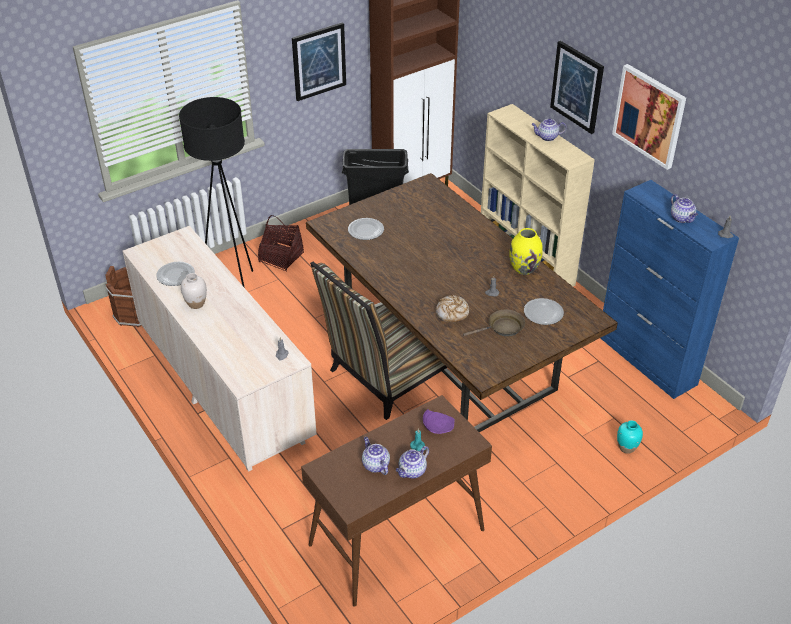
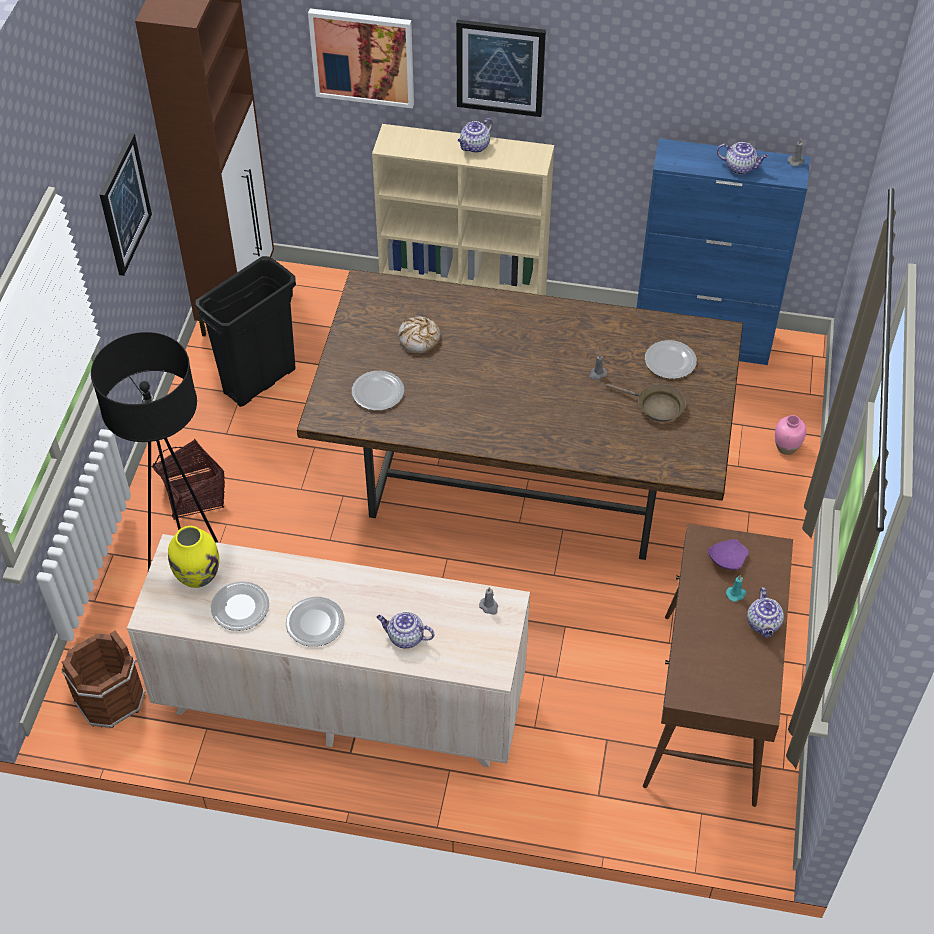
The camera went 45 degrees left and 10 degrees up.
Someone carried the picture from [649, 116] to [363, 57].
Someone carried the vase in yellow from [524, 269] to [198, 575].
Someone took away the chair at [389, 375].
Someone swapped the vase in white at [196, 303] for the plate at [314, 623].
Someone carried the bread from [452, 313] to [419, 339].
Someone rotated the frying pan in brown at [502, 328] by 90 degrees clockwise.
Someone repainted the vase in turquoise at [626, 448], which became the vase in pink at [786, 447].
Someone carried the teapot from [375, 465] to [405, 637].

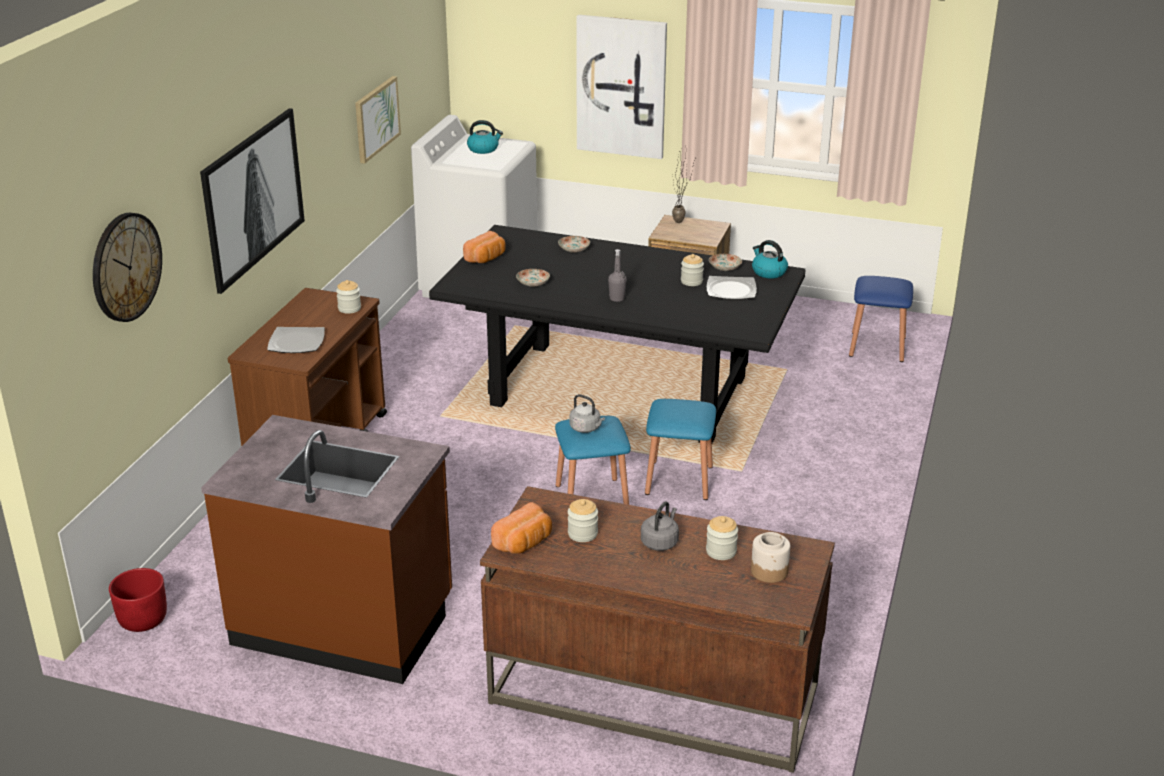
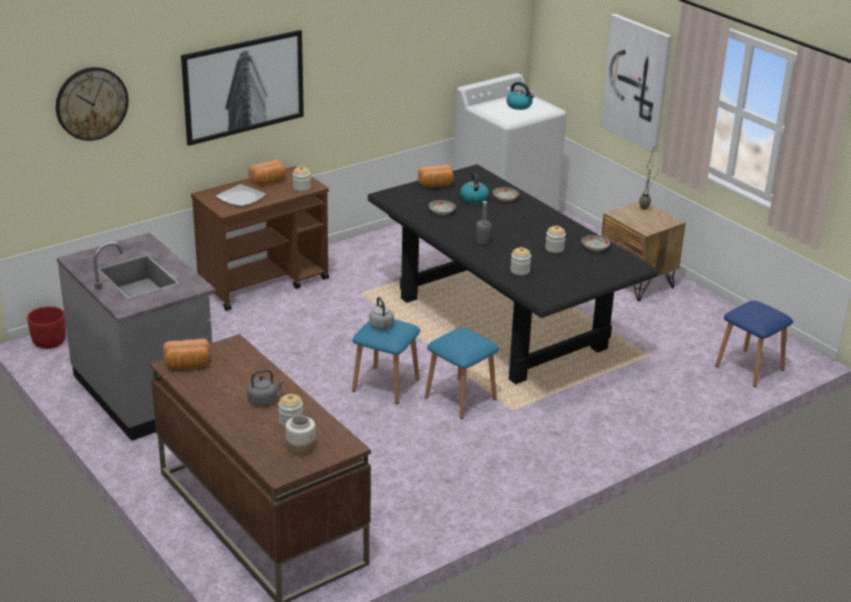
The camera went 35 degrees right and 0 degrees up.
Someone took away the picture at [376, 118].
Someone carried the kettle from [768, 272] to [473, 198].
Someone took away the plate at [731, 290].
Someone repainted the counter in brown at [344, 622], which became the counter in grey at [146, 392].
Someone carried the jar from [582, 534] to [520, 271].
Someone put down the bread at [268, 181].

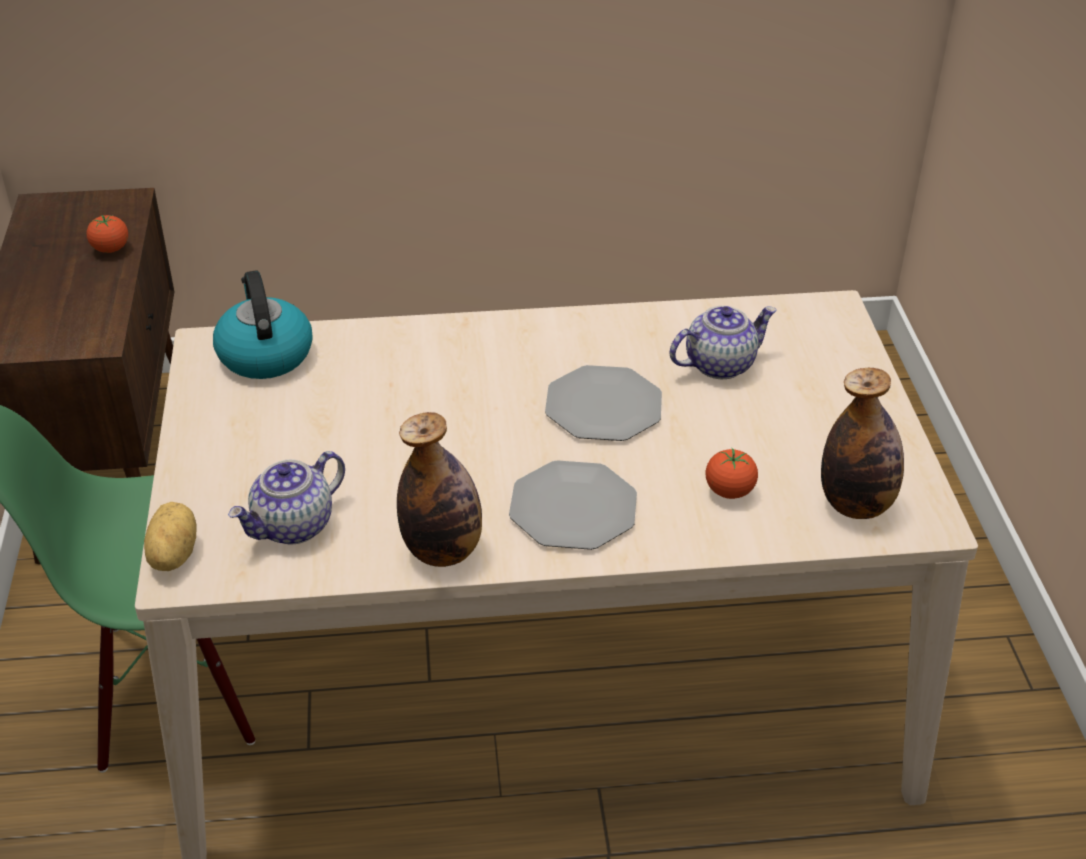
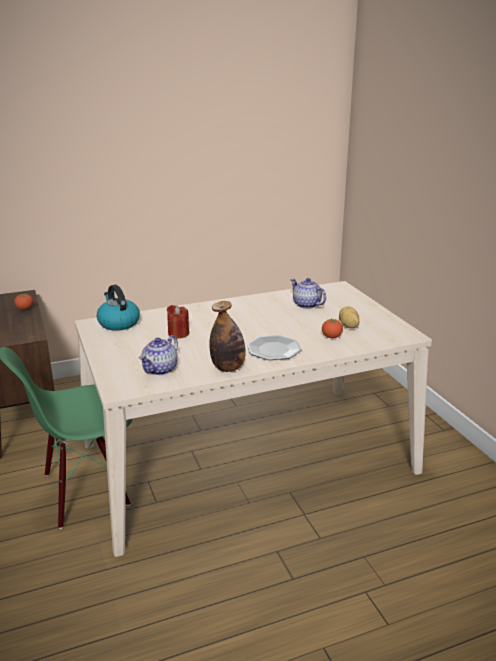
The camera went 15 degrees left and 15 degrees down.
Someone rotated the teapot at [720, 364] by 90 degrees counterclockwise.
Someone took away the plate at [603, 406].
Someone took away the bottle at [856, 505].
Someone carried the potato from [171, 555] to [348, 326].
Someone put down the candle in red at [178, 334].

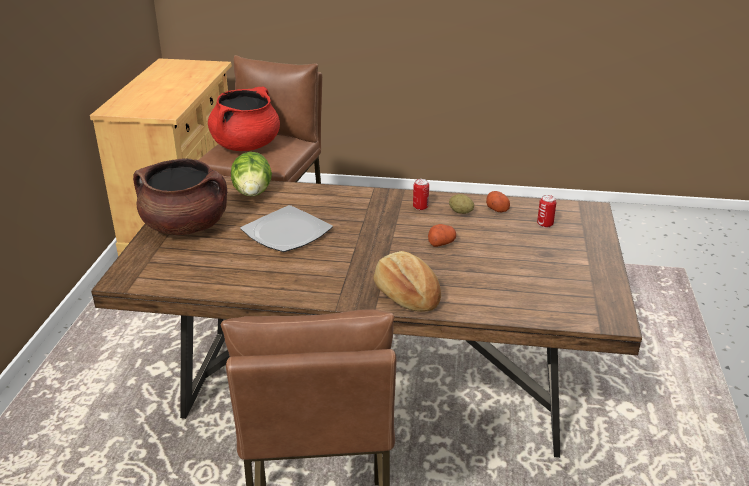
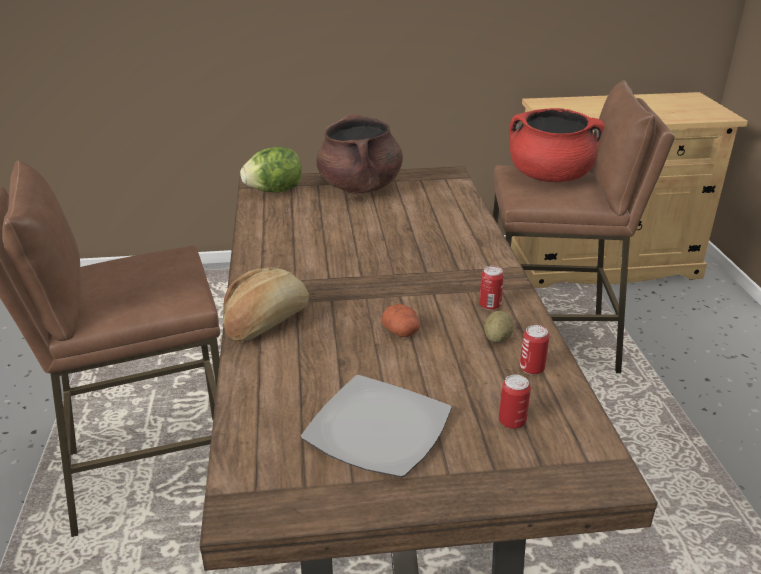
The camera went 75 degrees right and 0 degrees up.
Someone carried the lettuce from [253, 193] to [274, 191].
Someone swapped the potato at [496, 208] for the can at [532, 368].
Someone carried the plate from [286, 232] to [377, 428].

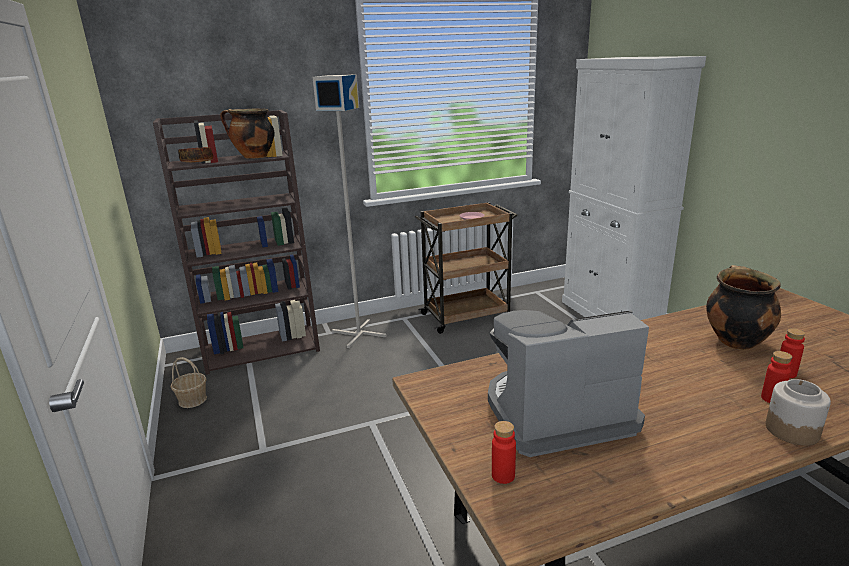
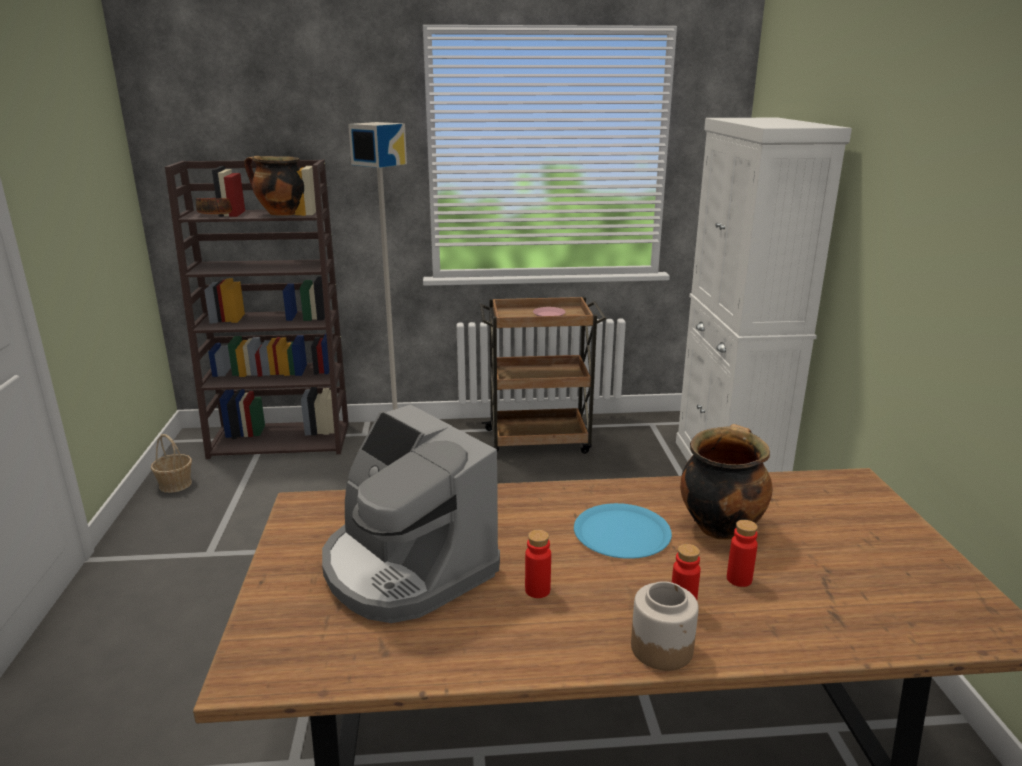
The camera went 15 degrees right and 0 degrees up.
Someone rotated the coffee machine at [555, 414] by 135 degrees counterclockwise.
Someone carried the bottle in red from [503, 475] to [537, 590].
Someone put down the plate in blue at [622, 533].

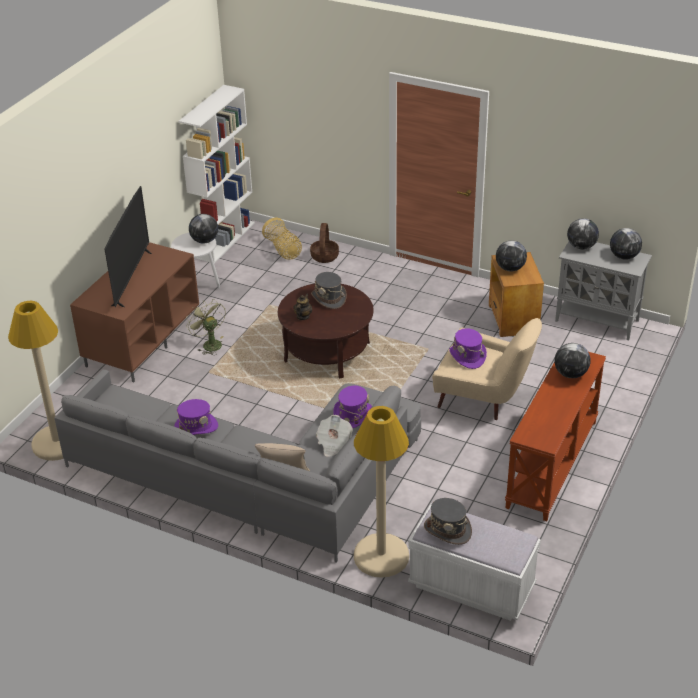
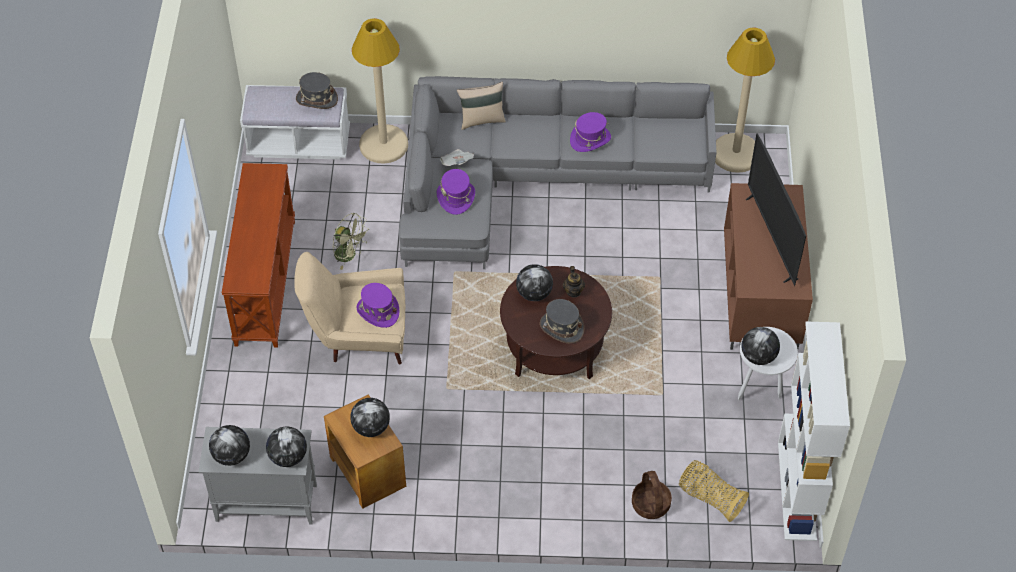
The camera went 155 degrees right and 15 degrees up.
Someone carried the fan in green from [209, 344] to [349, 255].
Someone carried the globe from [570, 374] to [534, 293].

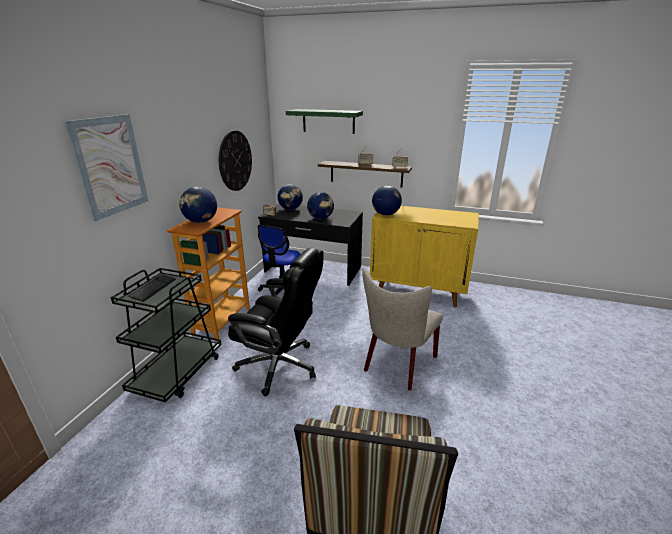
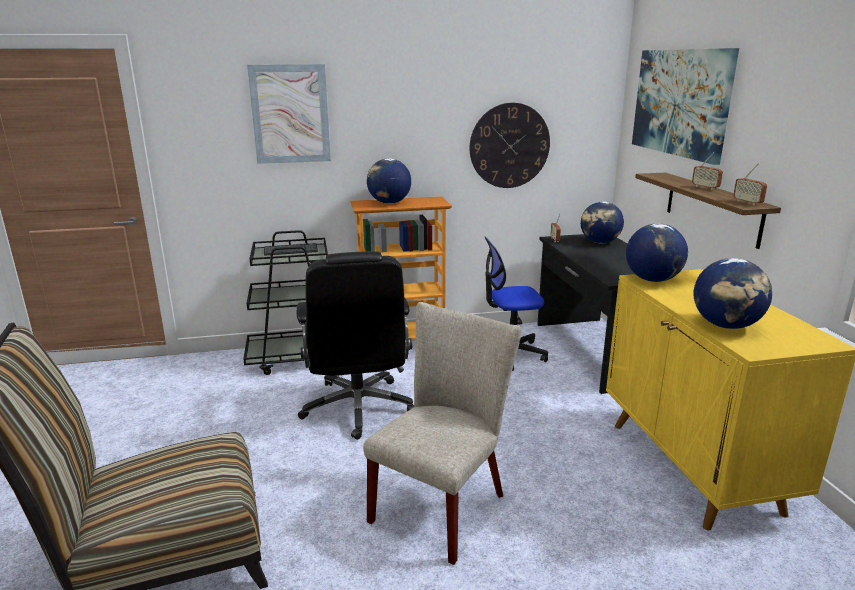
The camera went 60 degrees right and 5 degrees down.
Someone swapped the shelf in green at [328, 121] for the picture at [680, 102].
Someone carried the globe from [321, 218] to [726, 325].
Someone rotated the chair in beige at [397, 365] by 120 degrees clockwise.

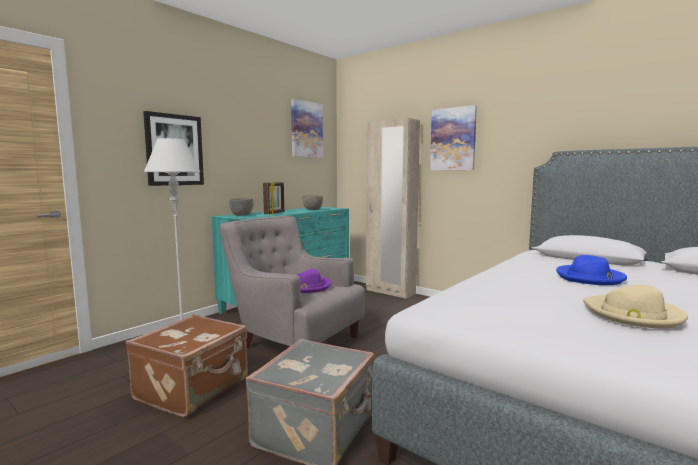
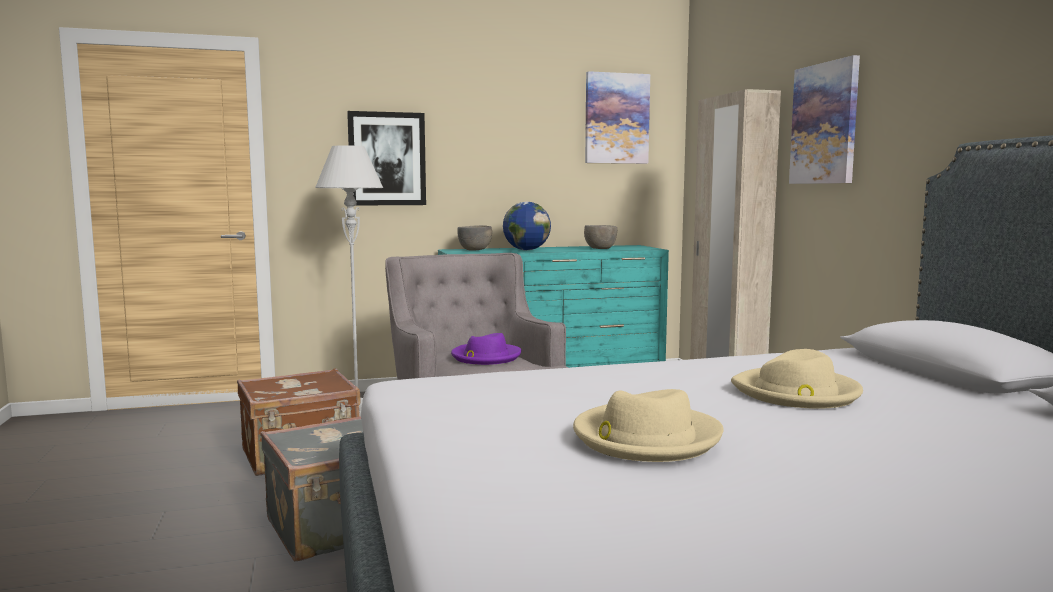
The camera went 35 degrees right and 0 degrees up.
Someone swapped the picture frame at [275, 213] for the globe at [526, 250].
Someone repainted the hat in blue at [590, 278], which became the hat in beige at [797, 393].

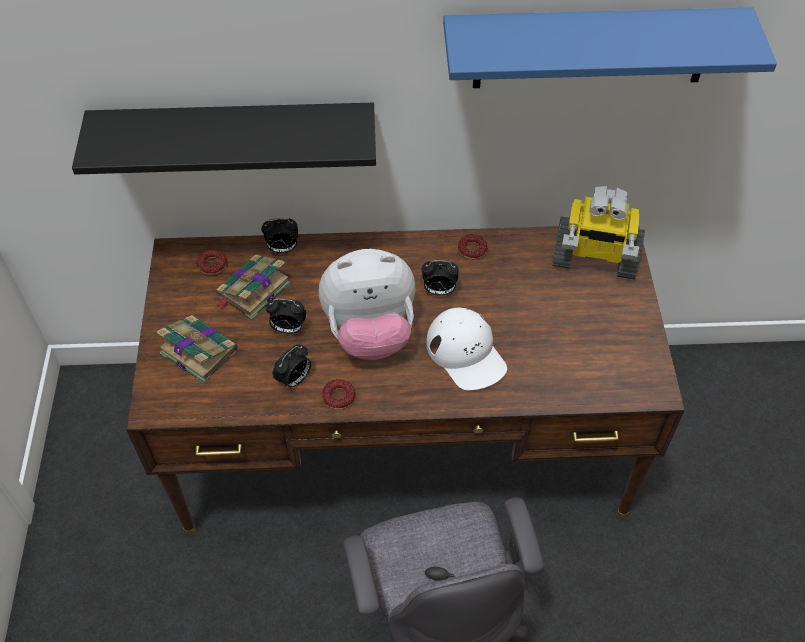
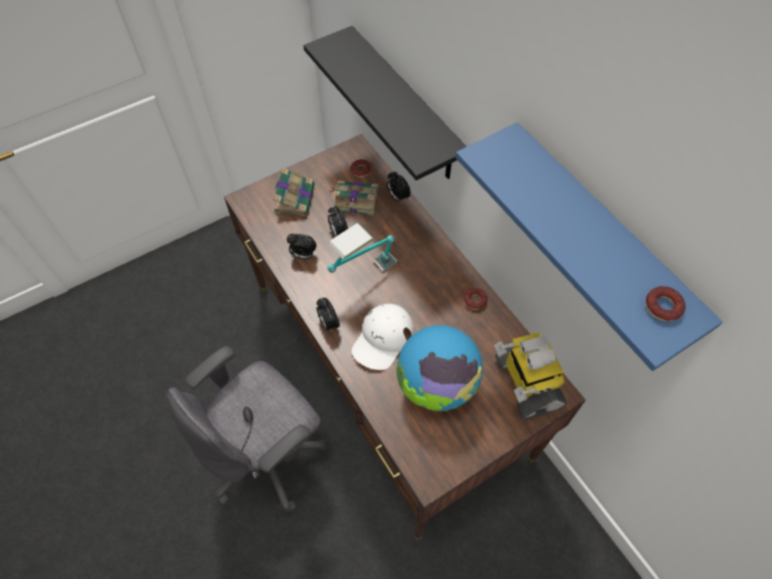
The camera went 60 degrees right and 5 degrees up.
Someone swapped the plush toy at [370, 333] for the table lamp at [364, 276].
Someone carried the alarm clock from [439, 291] to [328, 323].
Someone carried the donut from [339, 397] to [663, 306].
Someone put down the globe at [436, 385].

